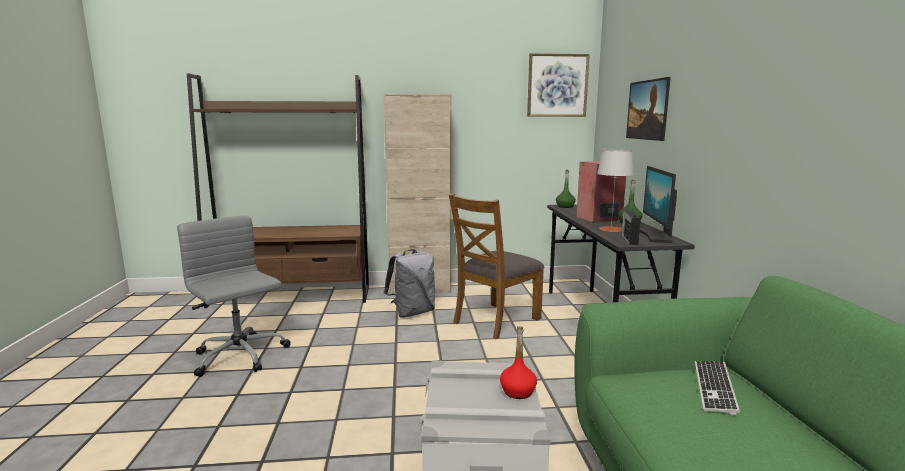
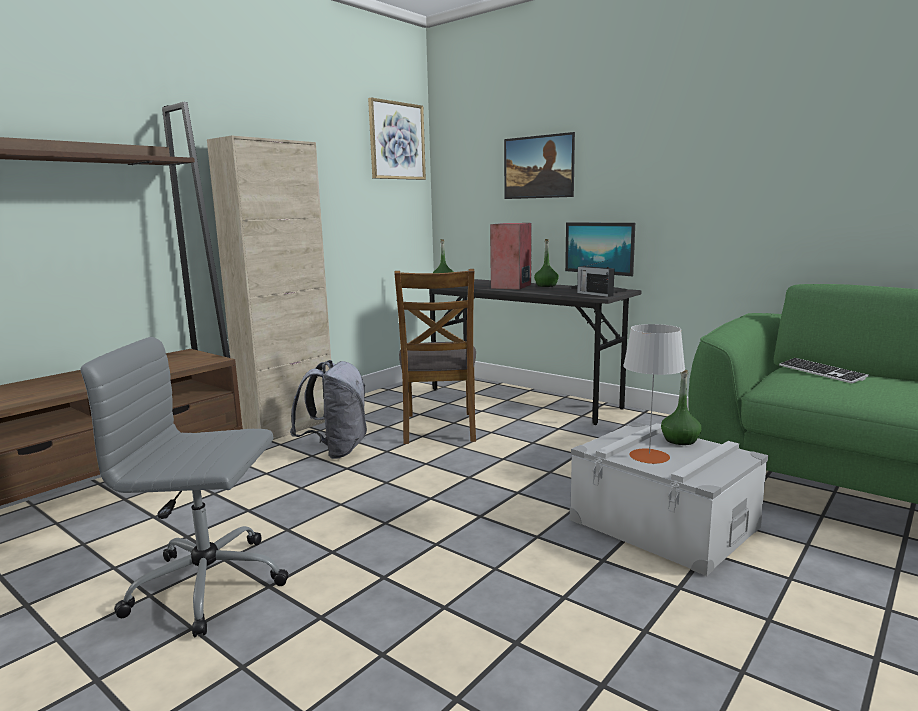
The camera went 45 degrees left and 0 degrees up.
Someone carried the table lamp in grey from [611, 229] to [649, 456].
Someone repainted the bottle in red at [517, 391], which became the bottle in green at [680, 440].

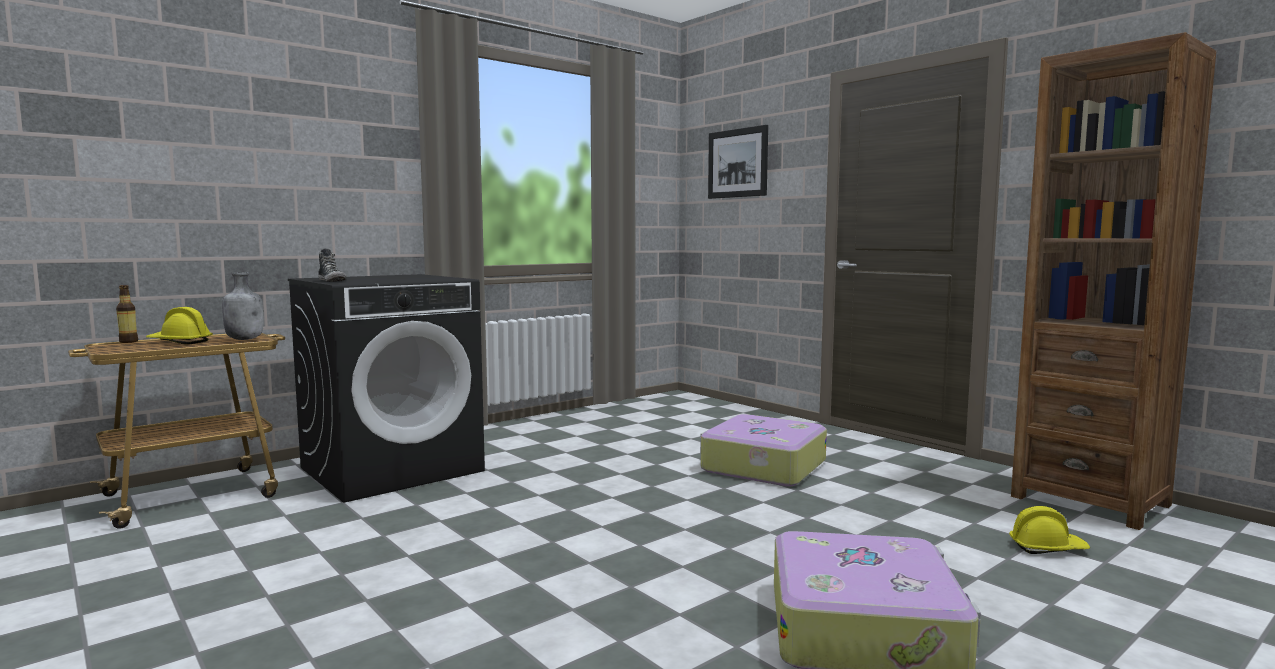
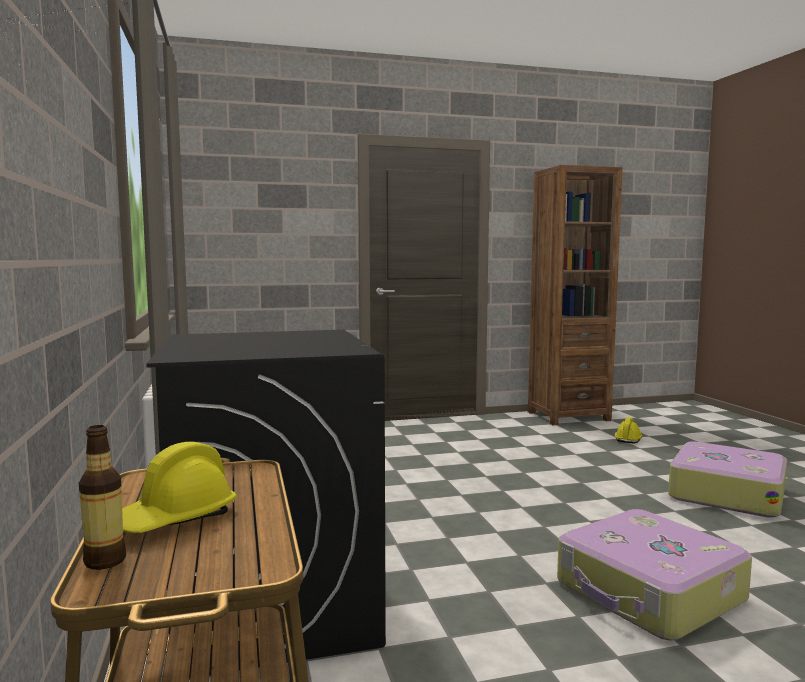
The camera went 65 degrees left and 0 degrees up.
Someone took away the picture at [737, 163].
Someone took away the shoe at [332, 281].
Someone took away the bottle in grey at [245, 339].
Someone carried the suitcase from [762, 466] to [649, 593].

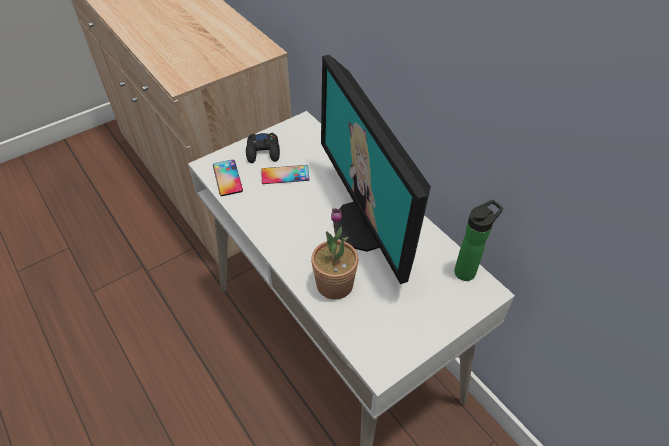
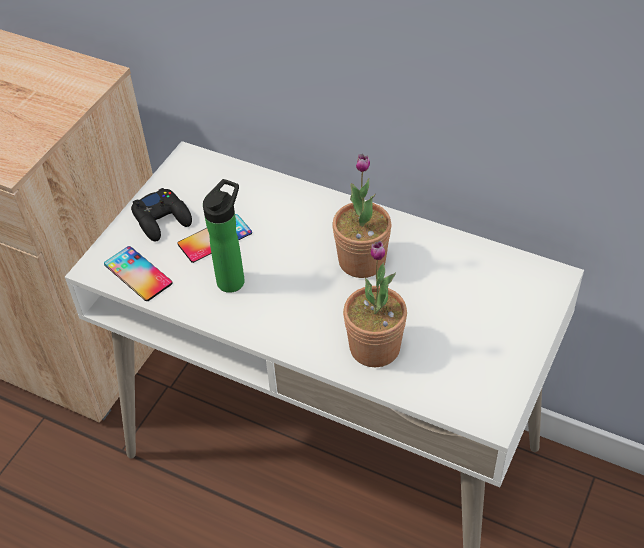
The camera went 25 degrees left and 0 degrees up.
Someone swapped the monitor at [364, 225] for the potted plant at [362, 261].
Someone carried the bottle from [467, 271] to [233, 279].

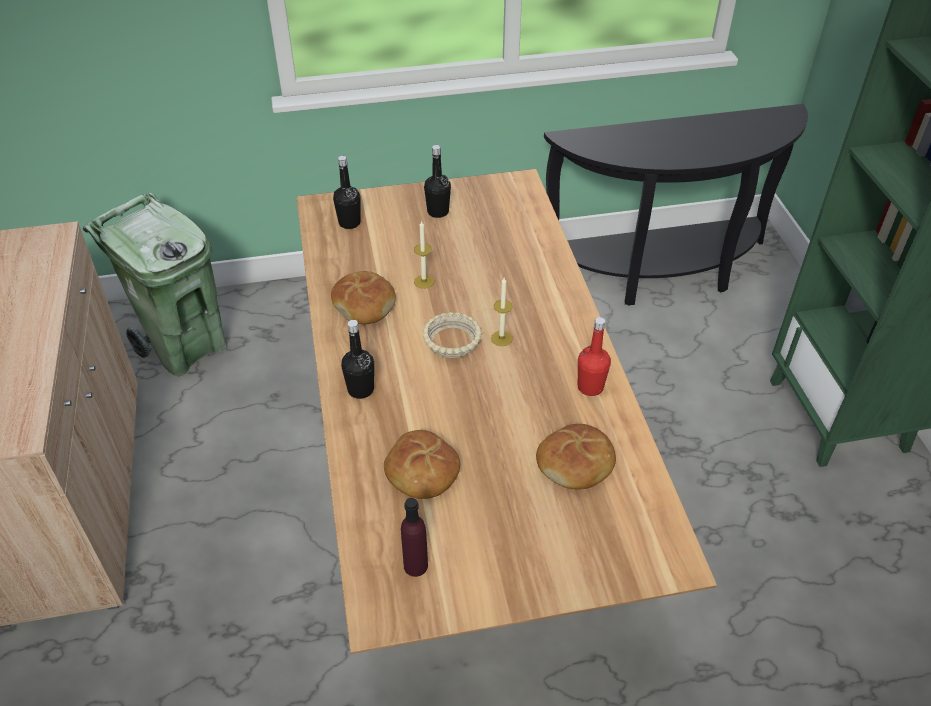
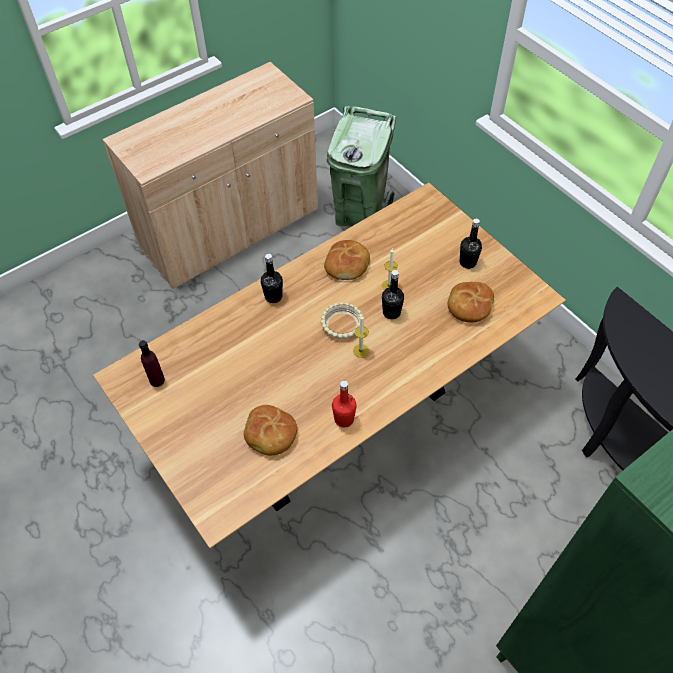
The camera went 65 degrees right and 10 degrees up.
Someone carried the bottle in black from [349, 223] to [391, 312].
Someone carried the bread from [421, 472] to [469, 306].

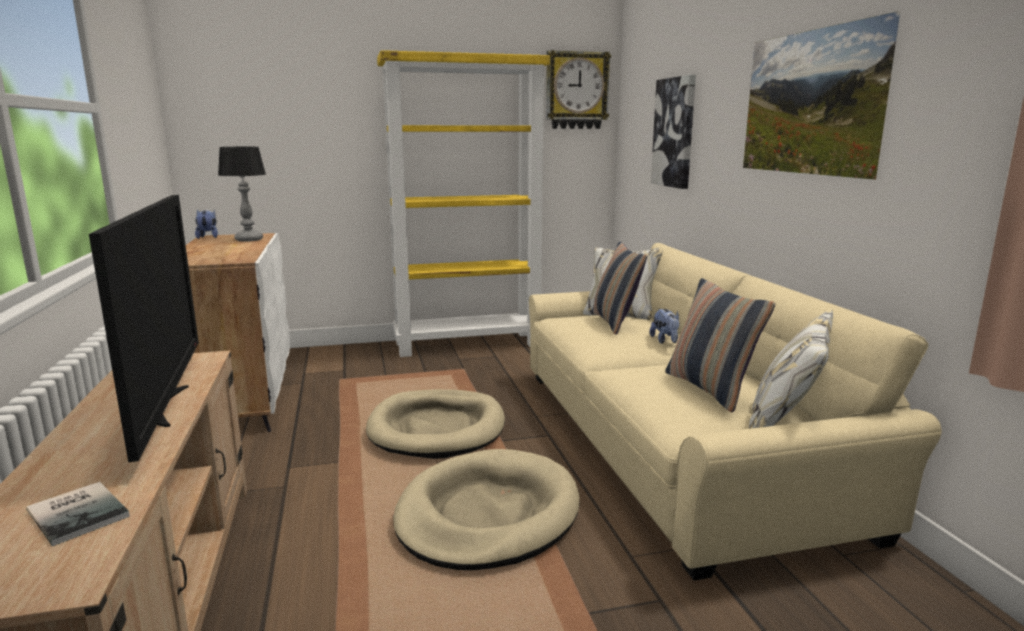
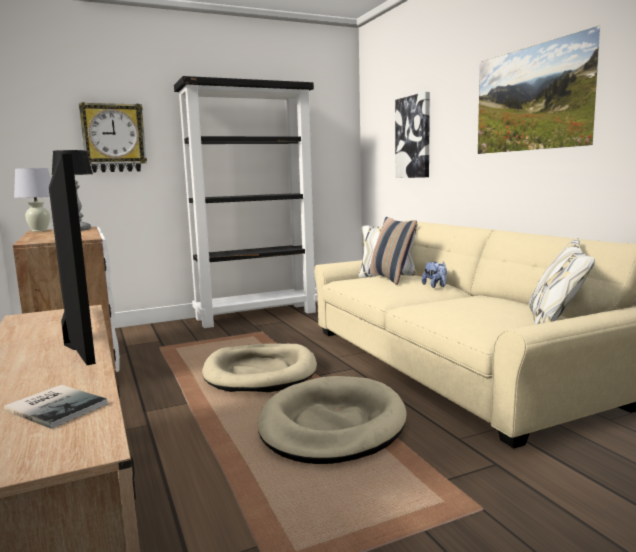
The camera went 10 degrees left and 5 degrees down.
Someone repainted the bookcase in yellow at [468, 344], which became the bookcase in black at [257, 315].
Someone carried the wall clock from [576, 90] to [113, 138].
Someone swapped the plush toy at [208, 237] for the table lamp in white at [39, 230].
Someone took away the pillow at [710, 389].

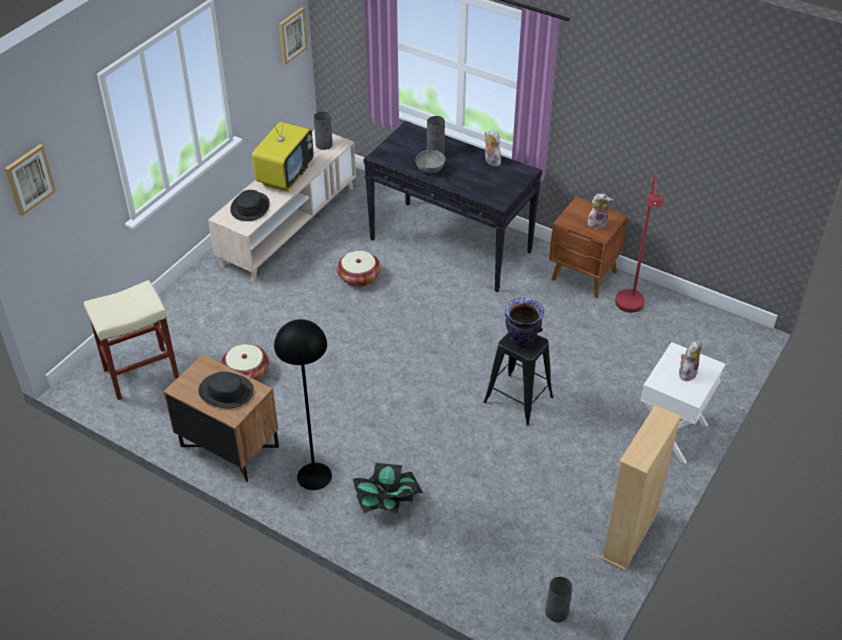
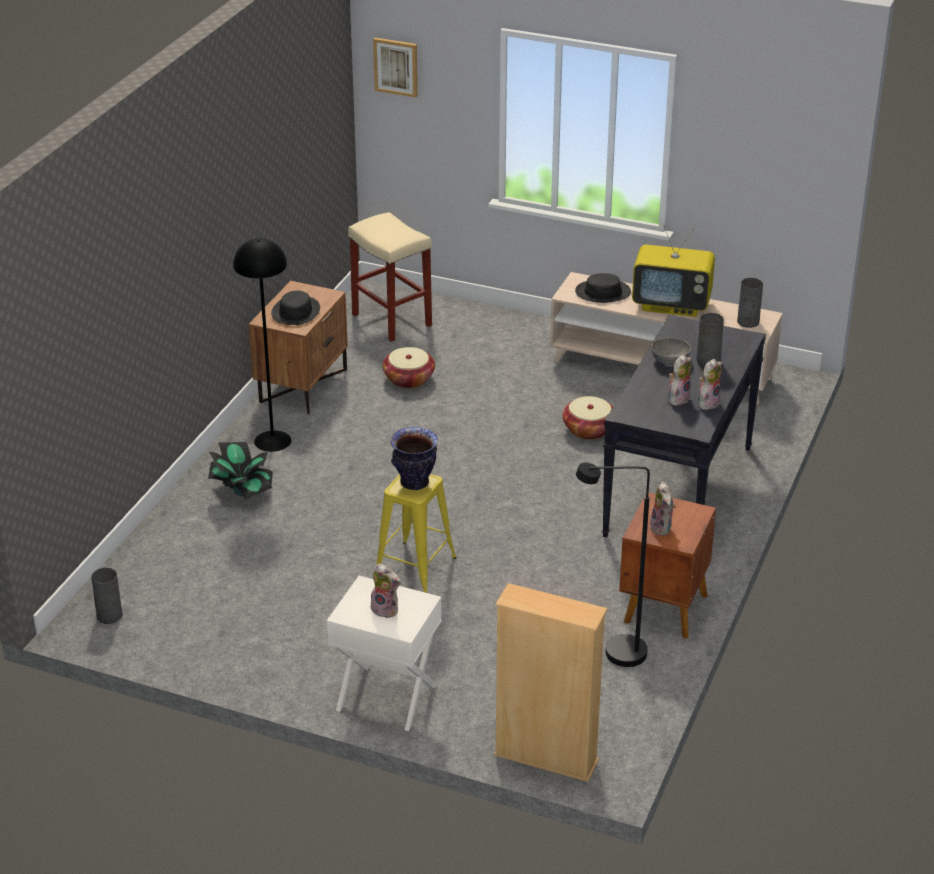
The camera went 80 degrees right and 10 degrees down.
Someone took away the picture at [292, 35].
Someone repainted the floor lamp in red at [630, 308], which became the floor lamp in black at [614, 654].
Someone repainted the stool in black at [518, 399], which became the stool in yellow at [415, 567].
Someone carried the bookcase in beige from [629, 536] to [546, 758].
Someone put down the plush toy at [678, 398].

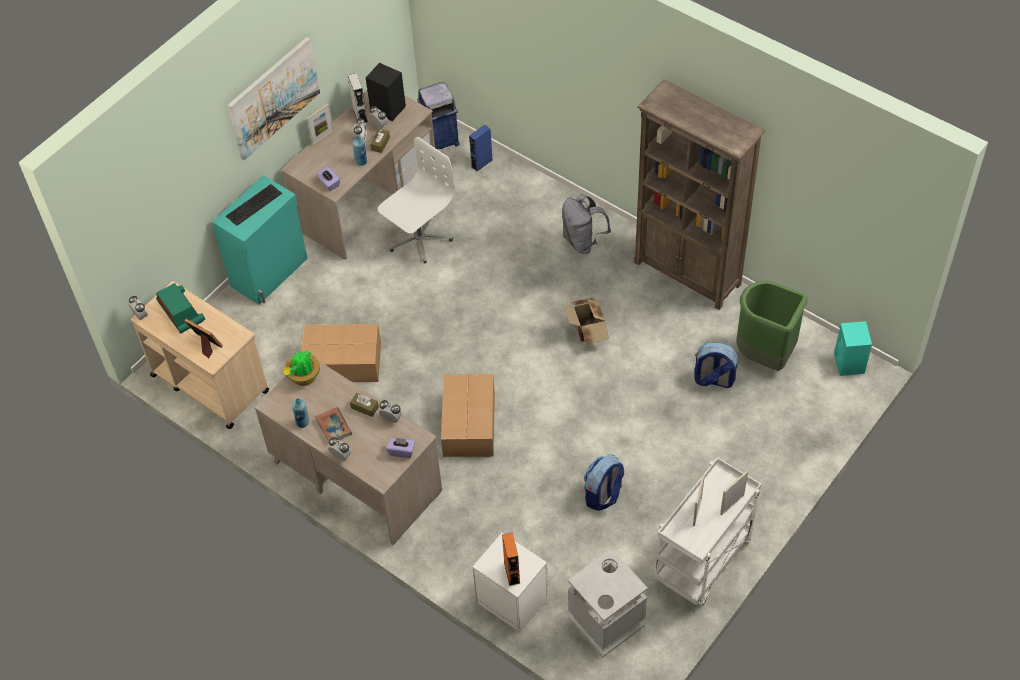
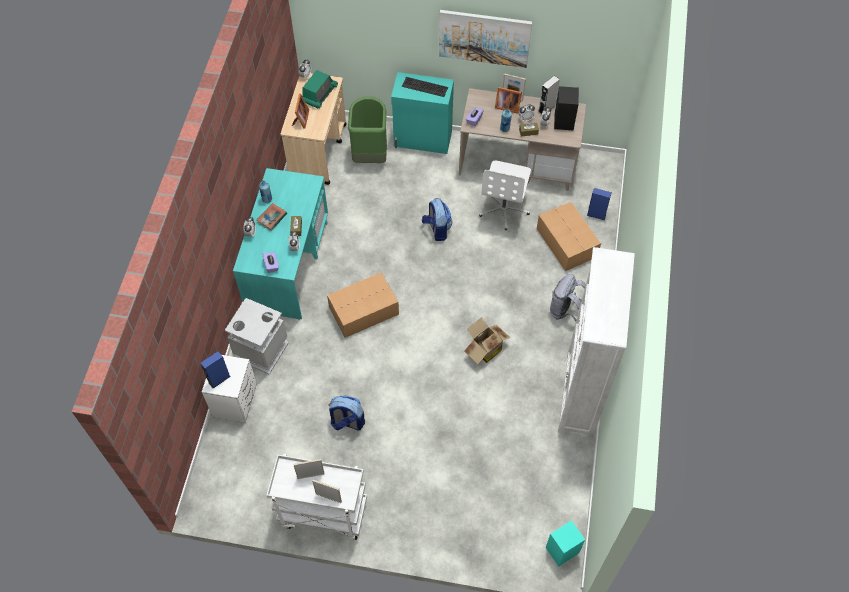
The camera went 60 degrees right and 5 degrees up.
Someone repainted the bookcase in brown at [688, 274], which became the bookcase in white at [579, 395].
Someone took away the trash can in blue at [440, 140].
Someone rotated the office chair in white at [419, 238] by 90 degrees clockwise.
Someone carried the trash can in green from [765, 355] to [370, 155].
Someone carried the cardboard box from [344, 362] to [566, 243].
Someone carried the backpack from [713, 380] to [437, 229].
Someone took away the potted plant at [303, 377].
Someone repainted the desk in beige at [355, 476], which became the desk in turquoise at [288, 264].
Someone repainted the speaker in orange at [512, 572], which became the speaker in blue at [219, 379].
Someone carried the trash can in grey from [606, 621] to [262, 350].
Someone put down the picture frame at [506, 106].

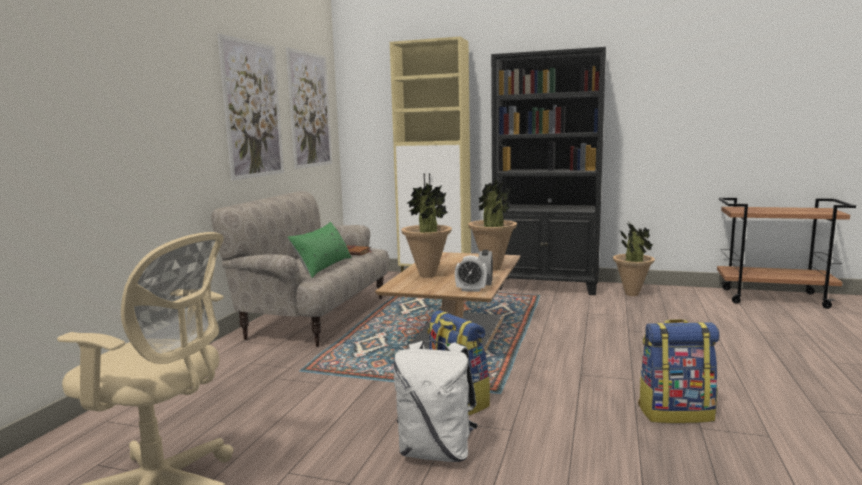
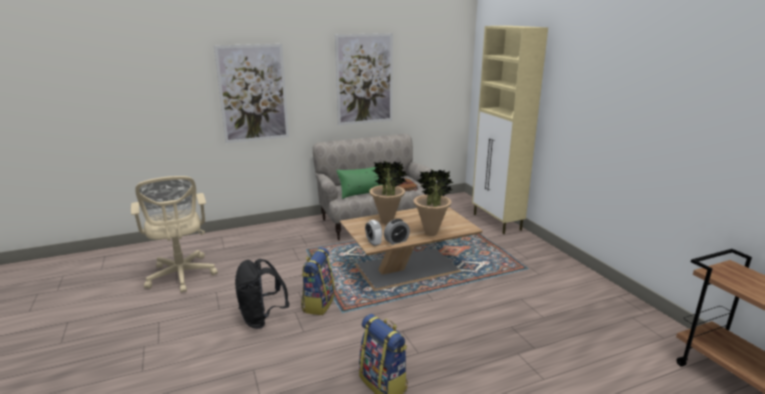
The camera went 50 degrees right and 10 degrees up.
Someone carried the picture from [310, 110] to [253, 93].
Someone took away the bookcase in black at [547, 286].
Someone took away the potted plant at [632, 294].
Someone repainted the backpack in white at [436, 451], which became the backpack in black at [262, 319].

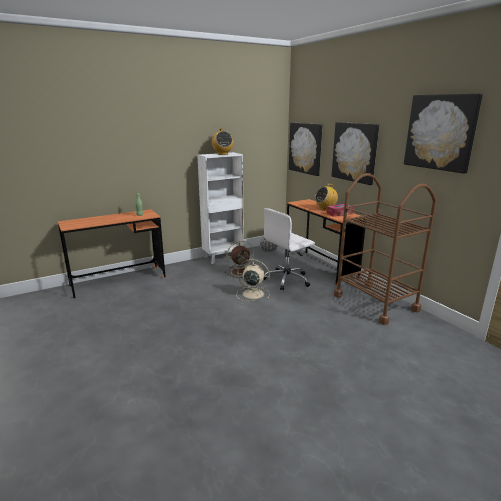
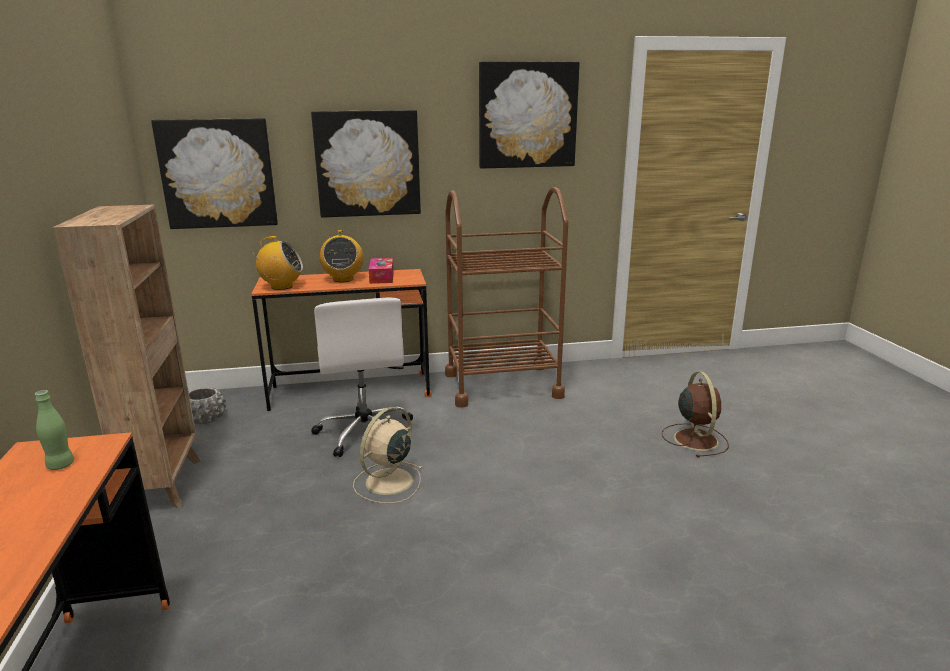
The camera went 70 degrees left and 0 degrees up.
Someone carried the radio from [222, 154] to [281, 286].
Someone repainted the bookcase in white at [223, 257], which became the bookcase in brown at [165, 483].
Someone carried the fan in brown from [241, 272] to [695, 439].

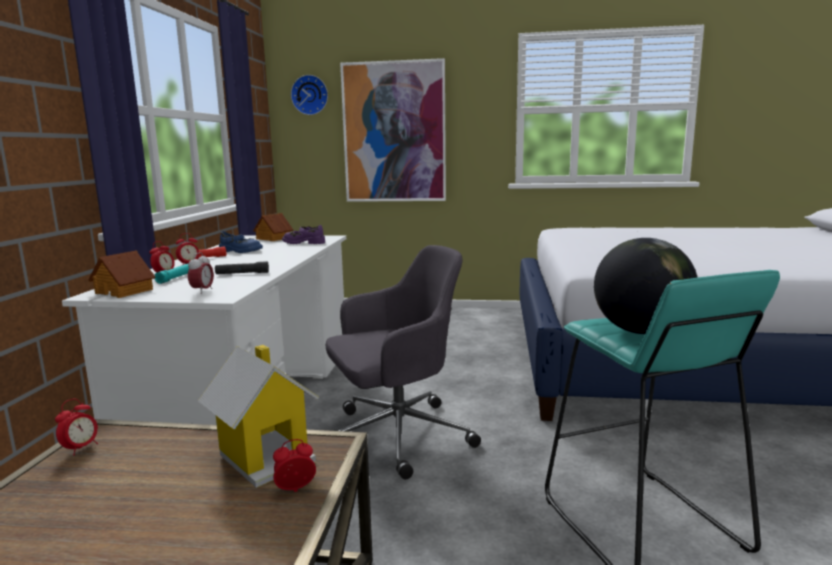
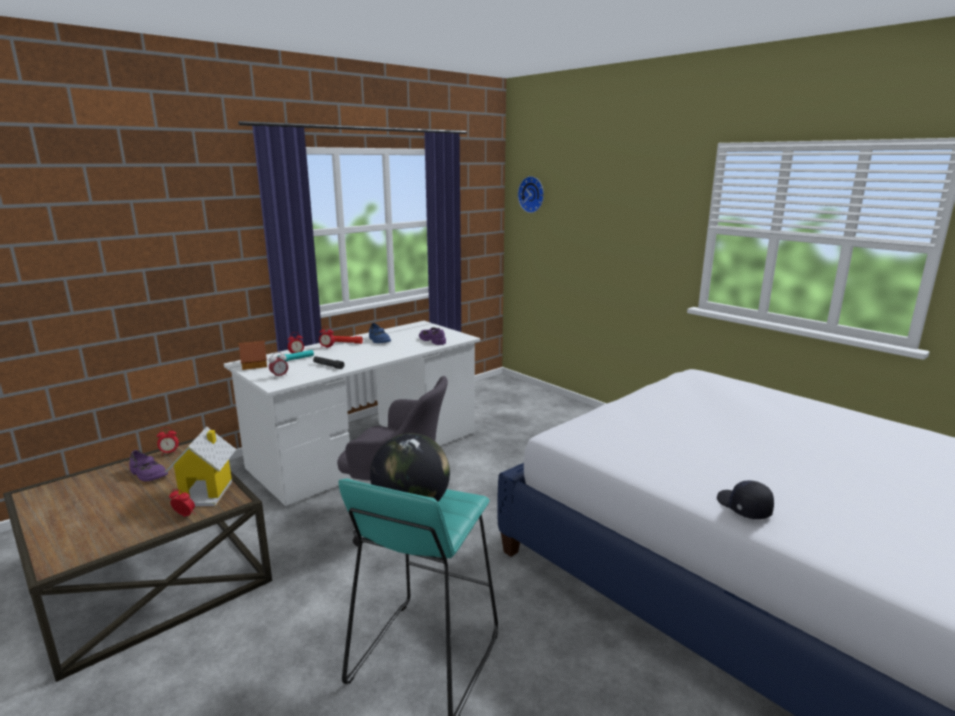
The camera went 40 degrees right and 5 degrees up.
Someone took away the picture at [394, 132].
Someone took away the toy house at [273, 238].
Someone put down the shoe in purple at [148, 474].
Someone put down the cap in black at [743, 507].

